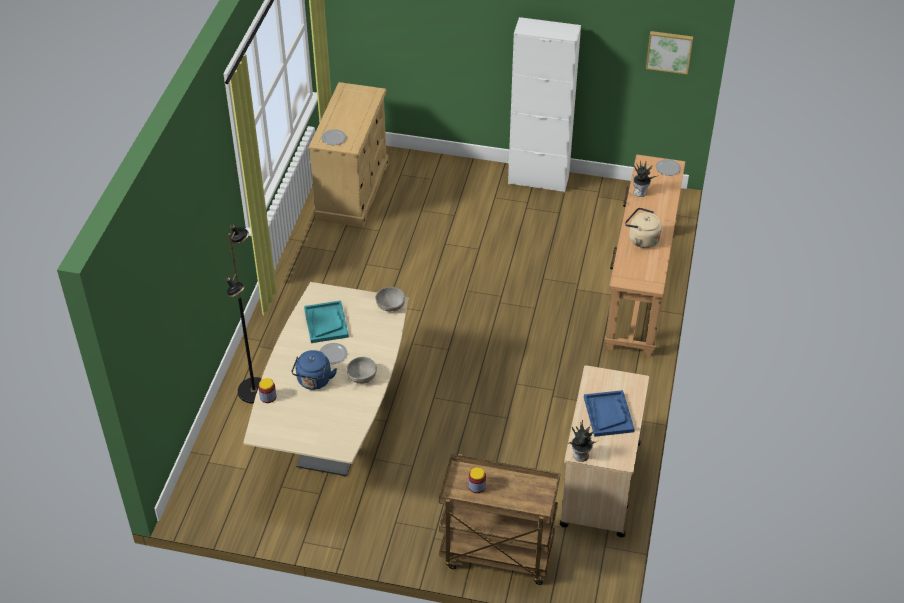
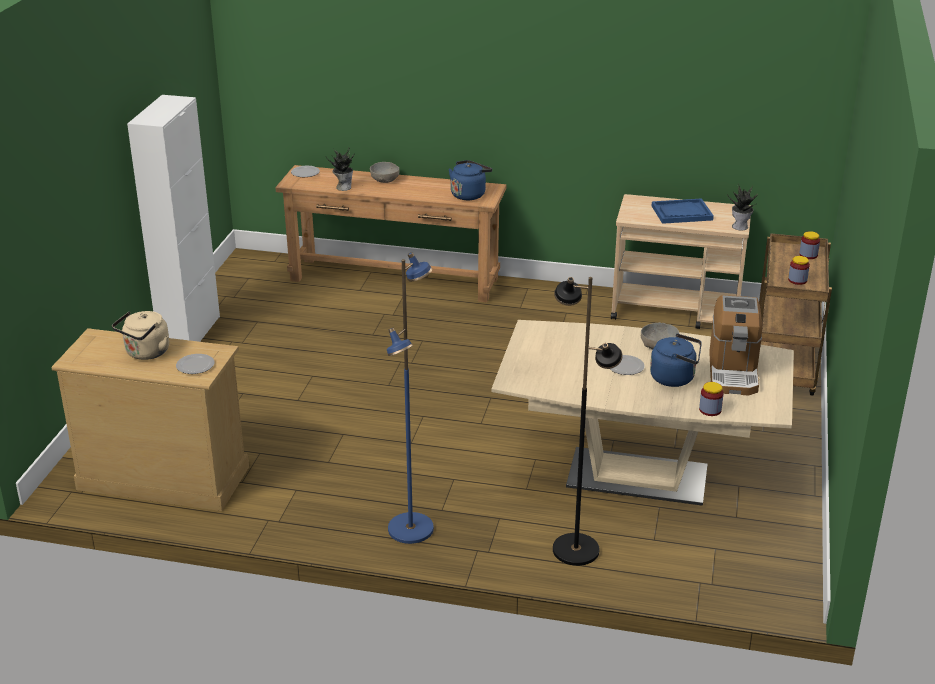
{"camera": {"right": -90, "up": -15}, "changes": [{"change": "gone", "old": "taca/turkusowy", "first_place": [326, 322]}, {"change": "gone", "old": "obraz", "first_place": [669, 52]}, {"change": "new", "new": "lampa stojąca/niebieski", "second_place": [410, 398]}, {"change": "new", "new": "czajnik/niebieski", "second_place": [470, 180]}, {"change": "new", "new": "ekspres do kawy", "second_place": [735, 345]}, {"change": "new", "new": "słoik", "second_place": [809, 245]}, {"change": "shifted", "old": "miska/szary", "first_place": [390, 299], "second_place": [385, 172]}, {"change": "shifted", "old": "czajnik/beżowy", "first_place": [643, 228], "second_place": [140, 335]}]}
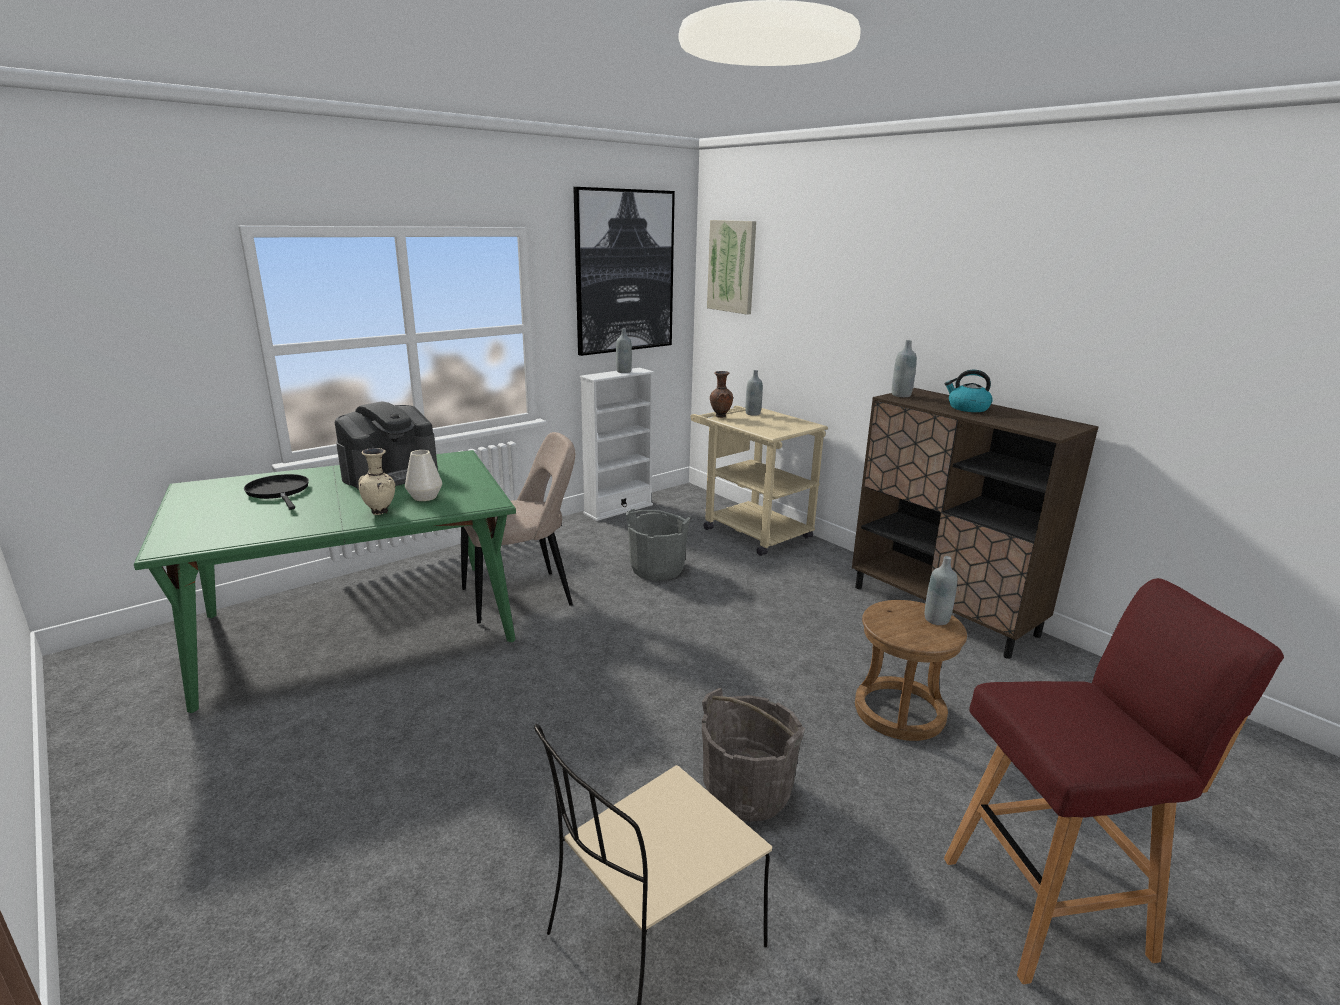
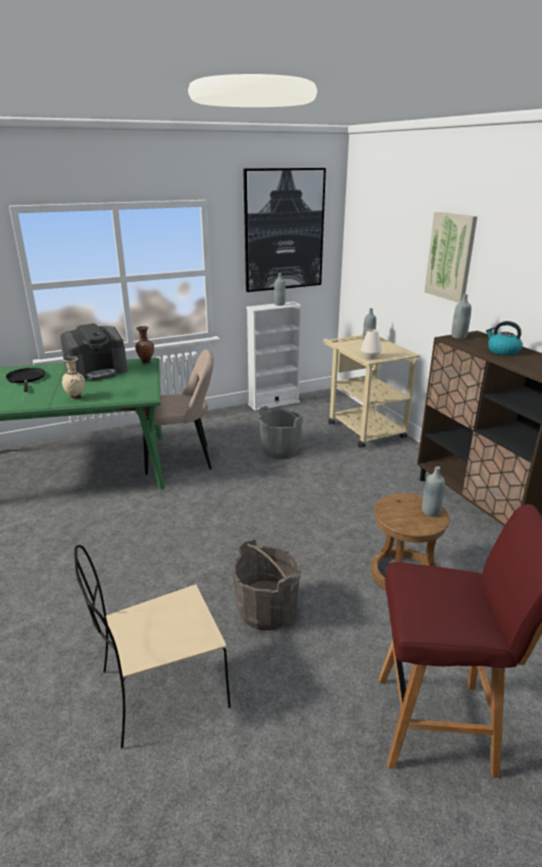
{"camera": {"right": 15, "up": 5}, "changes": [{"change": "shifted", "old": "wazon/biały", "first_place": [423, 475], "second_place": [371, 344]}, {"change": "shifted", "old": "obraz", "first_place": [731, 267], "second_place": [450, 257]}, {"change": "shifted", "old": "wazon/brązowy", "first_place": [721, 394], "second_place": [144, 344]}]}
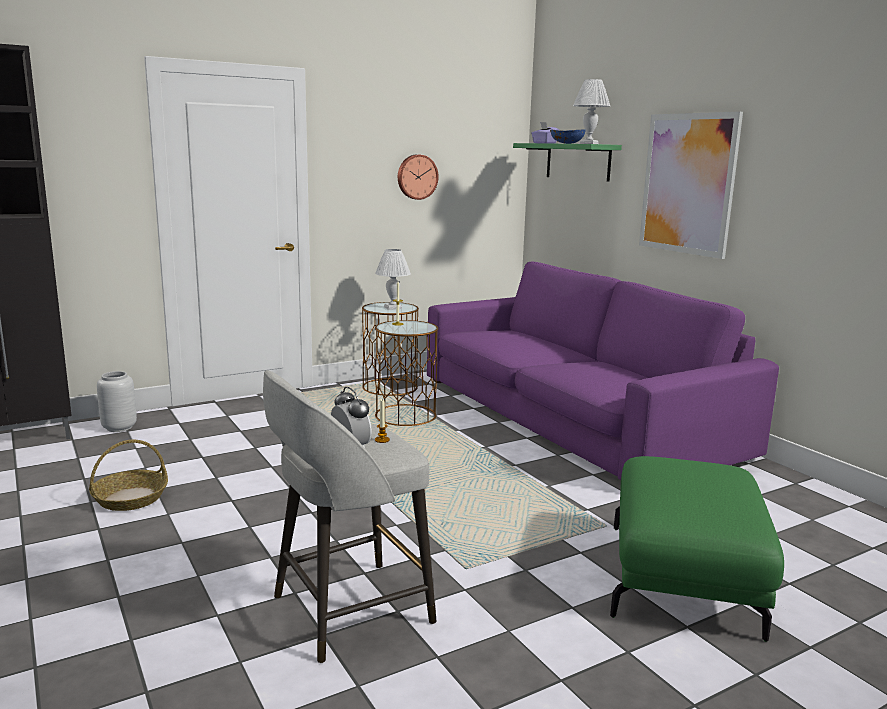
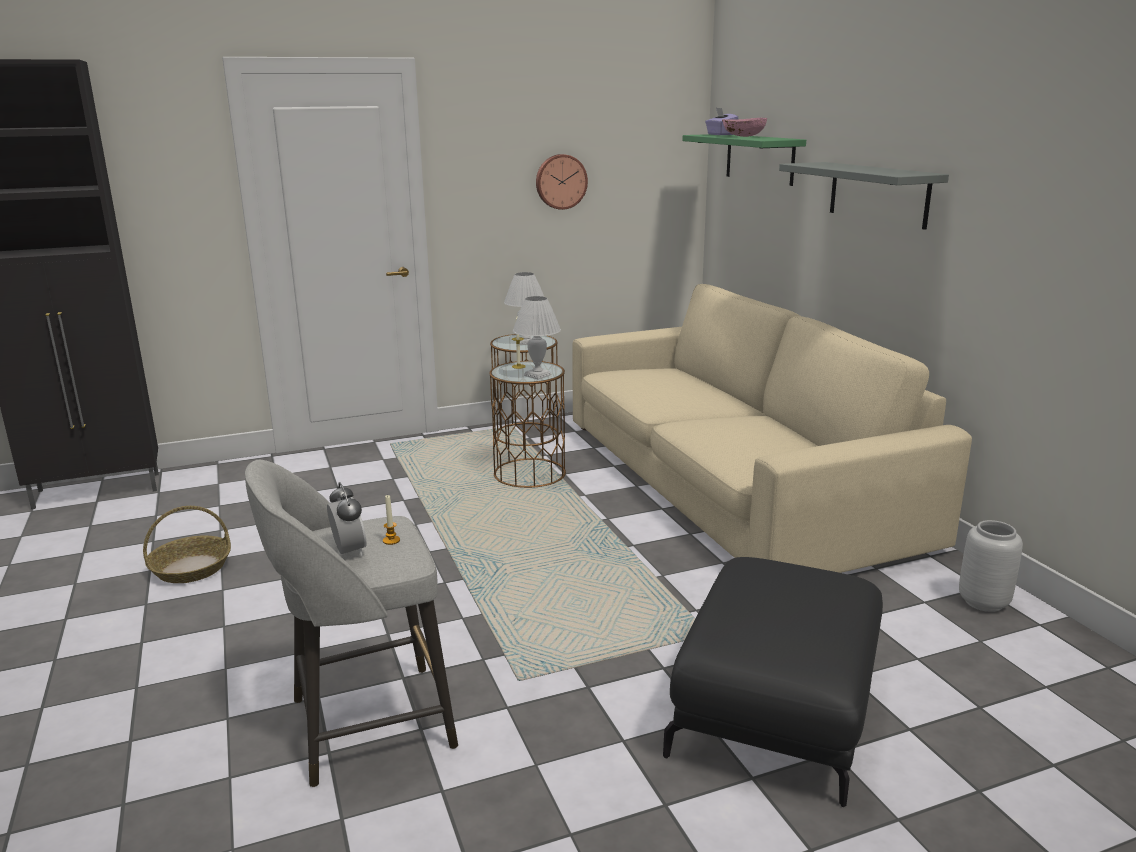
{"camera": {"right": 10, "up": 5}, "changes": [{"change": "shifted", "old": "wazon/szary", "first_place": [117, 401], "second_place": [991, 566]}, {"change": "shifted", "old": "lampa stołowa/biały", "first_place": [591, 111], "second_place": [537, 337]}, {"change": "swapped", "old": "obraz", "new": "półka/szary", "first_place": [691, 185], "second_place": [864, 196]}, {"change": "repainted", "old": "kanapa/fioletowy", "new": "kanapa/beżowy", "first_place": [603, 370], "second_place": [772, 428]}, {"change": "repainted", "old": "miska/niebieski", "new": "miska/różowy", "first_place": [568, 137], "second_place": [744, 127]}, {"change": "repainted", "old": "pufa/zielony", "new": "pufa/czarny", "first_place": [697, 549], "second_place": [773, 682]}]}
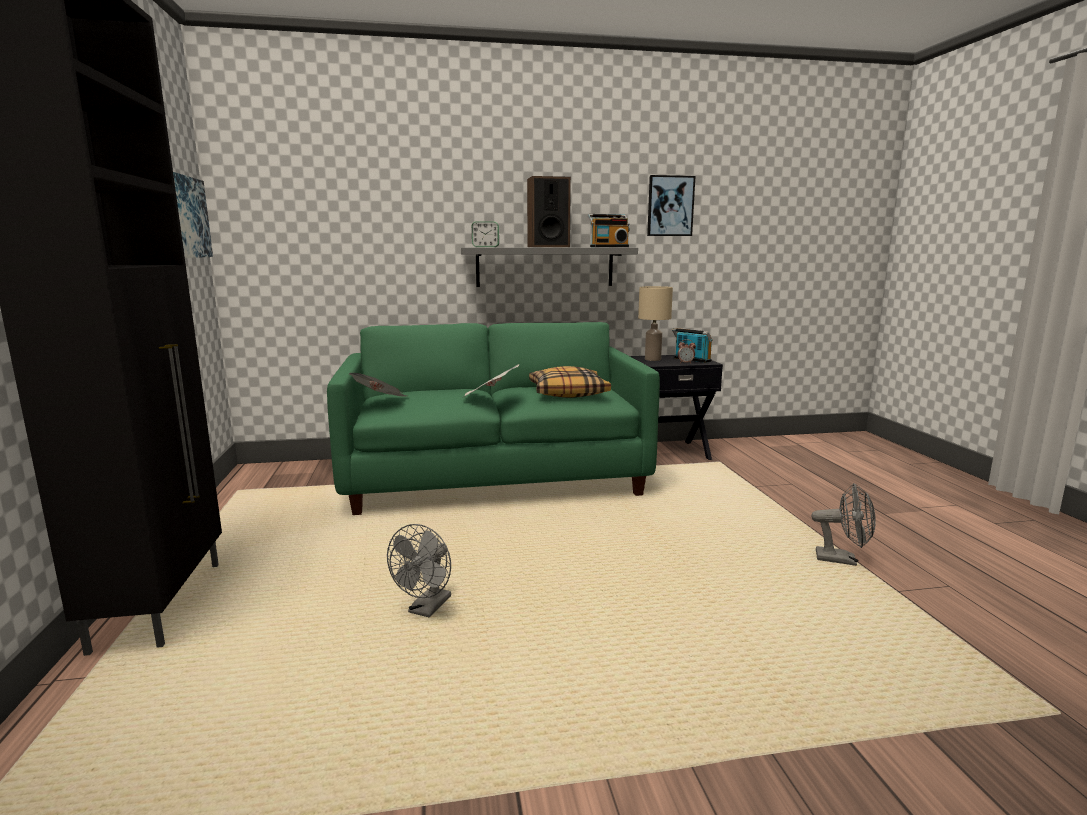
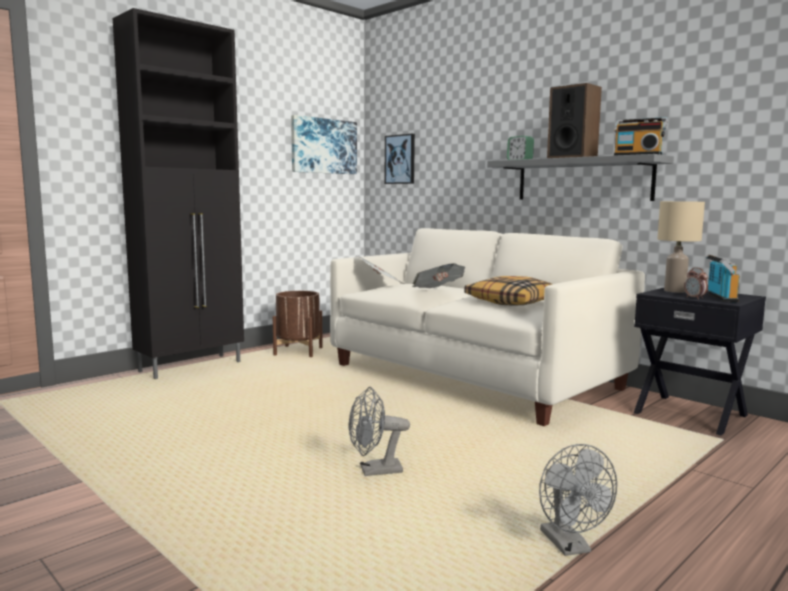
{"camera": {"right": 55, "up": -5}, "changes": [{"change": "new", "new": "donica/brązowy", "second_place": [297, 324]}, {"change": "shifted", "old": "wentylator/szary", "first_place": [419, 571], "second_place": [379, 431]}, {"change": "shifted", "old": "obraz", "first_place": [671, 205], "second_place": [400, 159]}, {"change": "repainted", "old": "kanapa/zielony", "new": "kanapa/biały", "first_place": [493, 418], "second_place": [487, 327]}]}
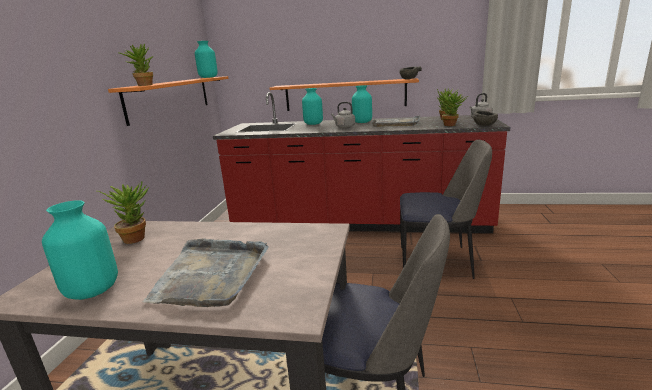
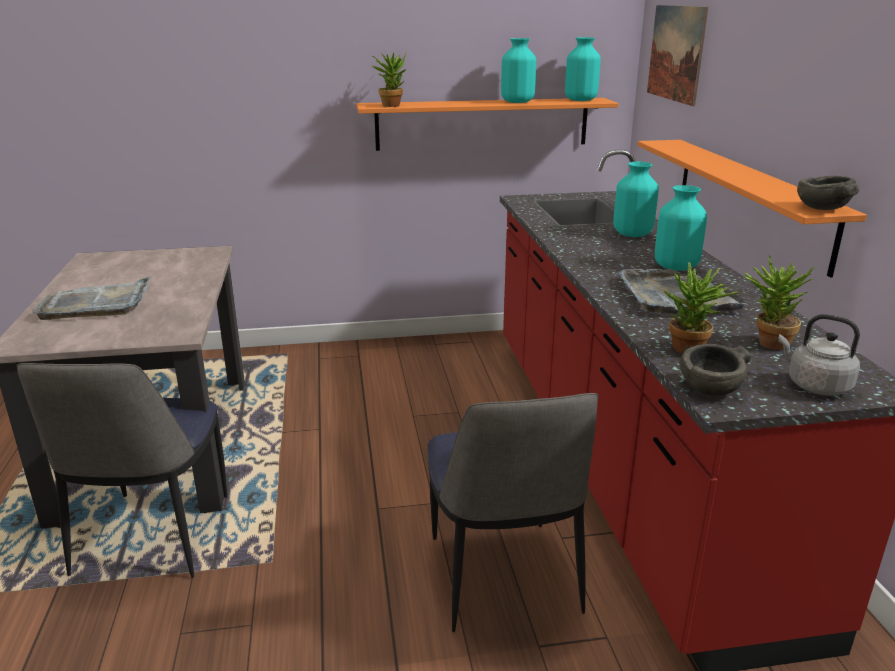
{"camera": {"right": 70, "up": 5}, "changes": [{"change": "gone", "old": "roślina doniczkowa", "first_place": [123, 212]}, {"change": "gone", "old": "czajnik/szary", "first_place": [343, 115]}, {"change": "new", "new": "obraz", "second_place": [677, 55]}, {"change": "shifted", "old": "wazon/turkusowy", "first_place": [80, 250], "second_place": [518, 70]}]}
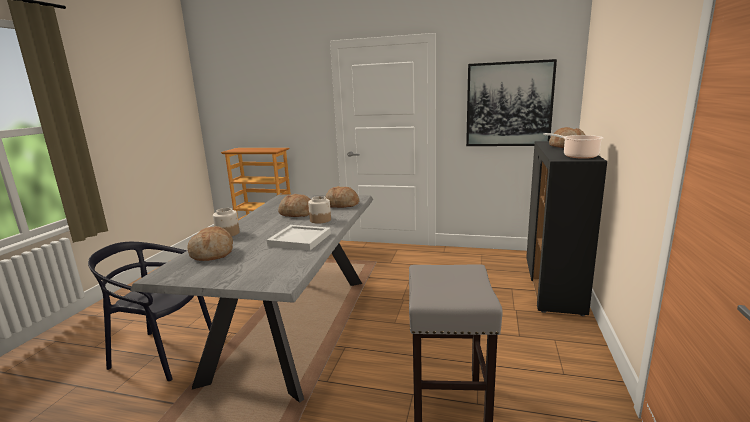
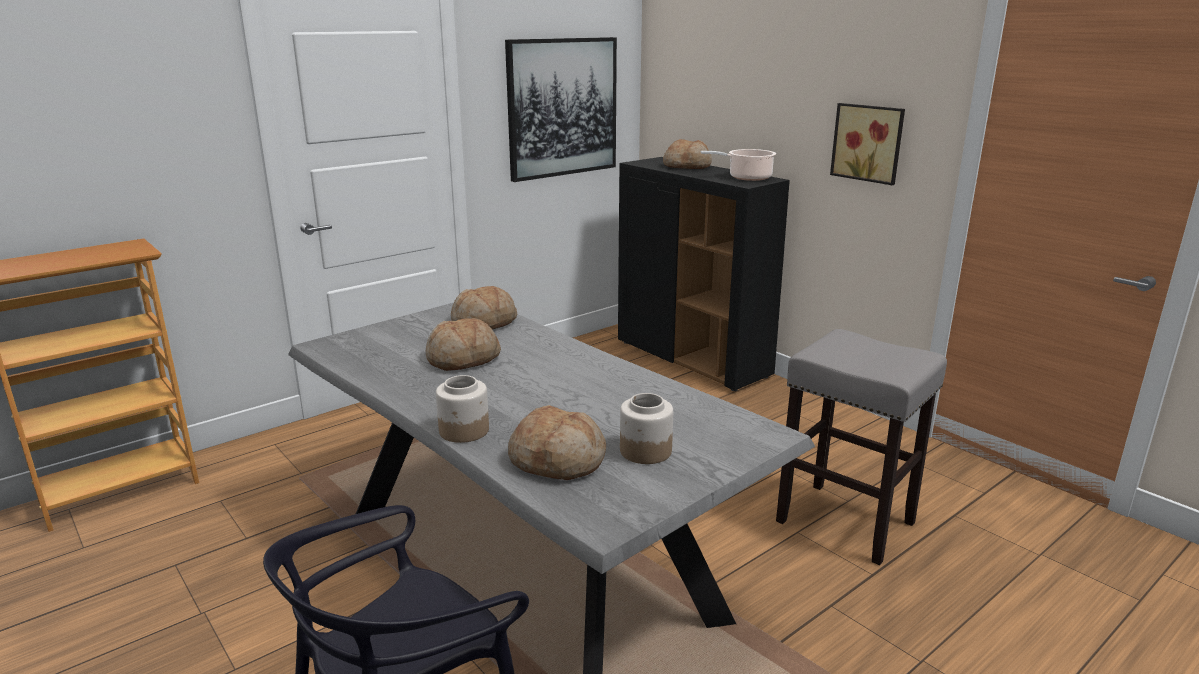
{"camera": {"right": -55, "up": 5}, "changes": [{"change": "gone", "old": "taca/biały", "first_place": [299, 237]}, {"change": "new", "new": "obraz", "second_place": [867, 144]}, {"change": "shifted", "old": "słoik", "first_place": [319, 210], "second_place": [646, 428]}]}
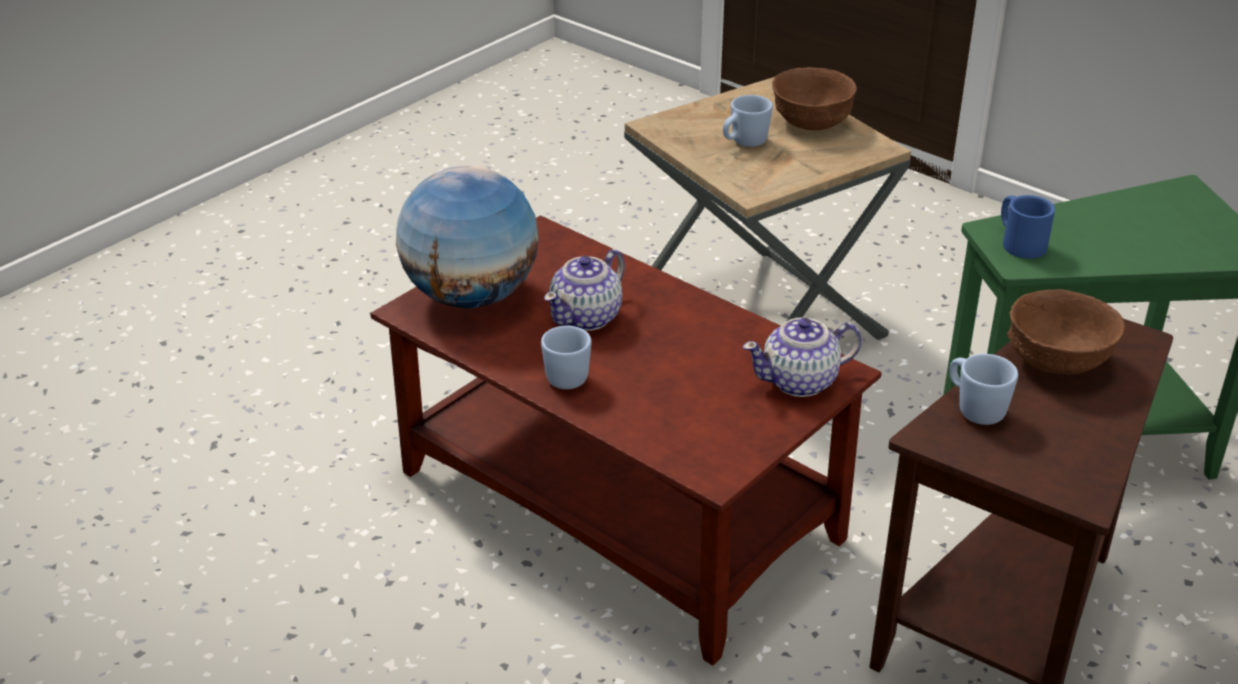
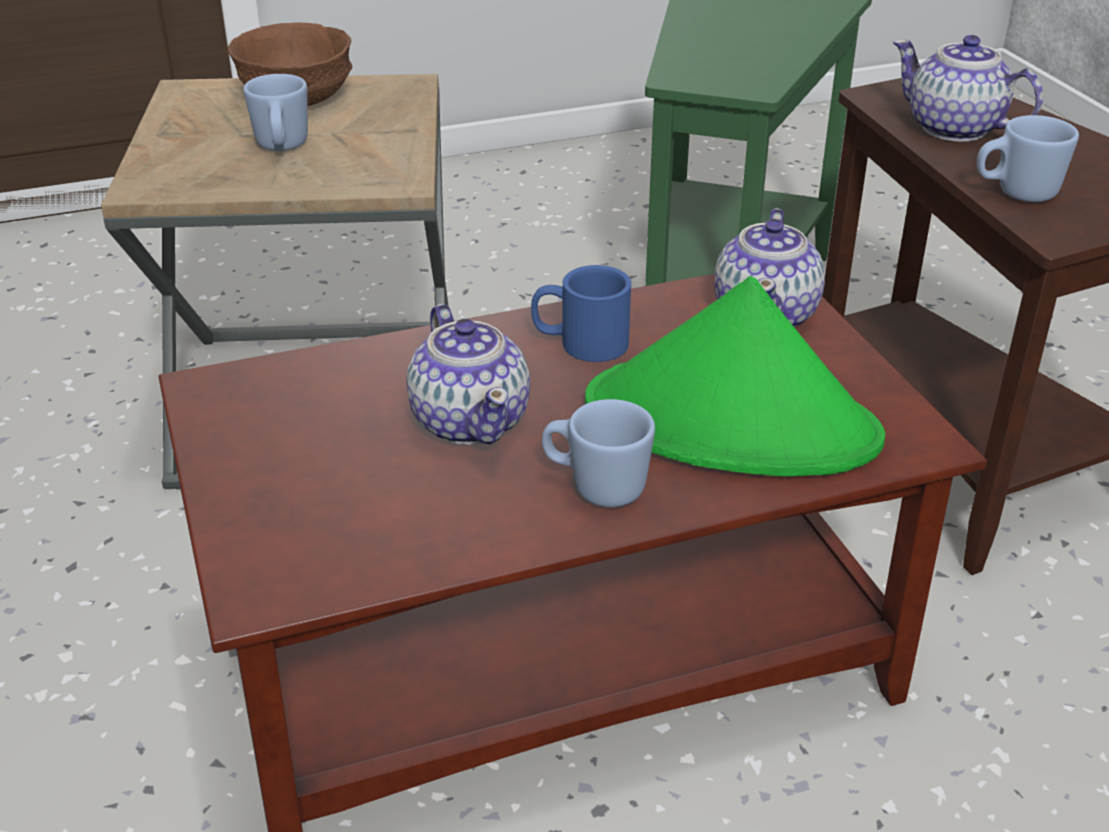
{"camera": {"right": -60, "up": 0}, "changes": [{"change": "gone", "old": "globus", "first_place": [467, 236]}, {"change": "new", "new": "kapelusz/zielony", "second_place": [735, 376]}, {"change": "shifted", "old": "kubek/niebieski", "first_place": [1028, 227], "second_place": [581, 313]}, {"change": "swapped", "old": "miska/brązowy", "new": "imbryk", "first_place": [1066, 331], "second_place": [968, 88]}]}
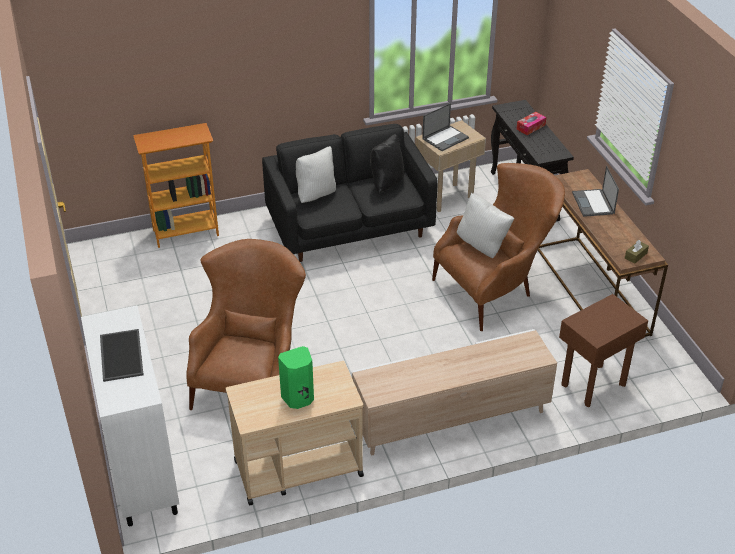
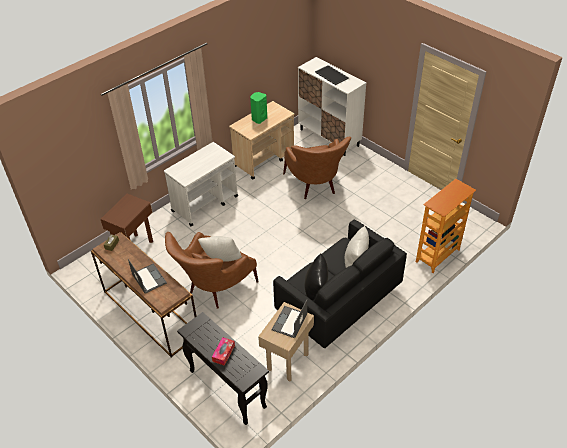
{"camera": {"right": 155, "up": 5}, "changes": [{"change": "swapped", "old": "szafka pod telewizor/beżowy", "new": "wózek/biały", "first_place": [454, 392], "second_place": [201, 184]}]}
